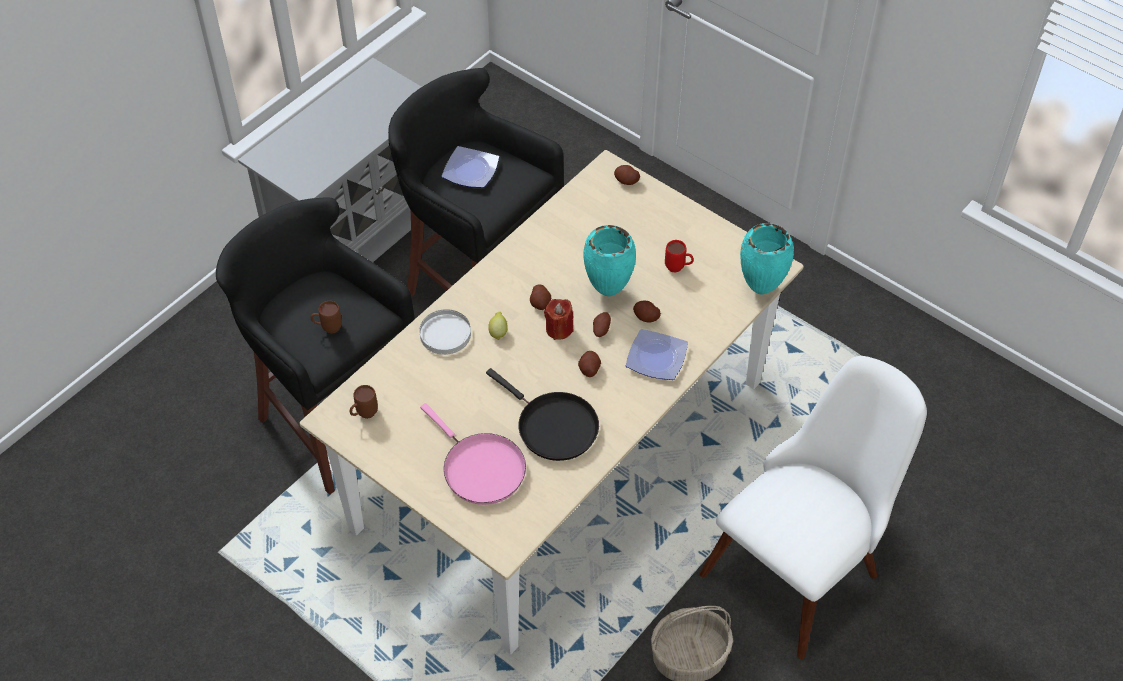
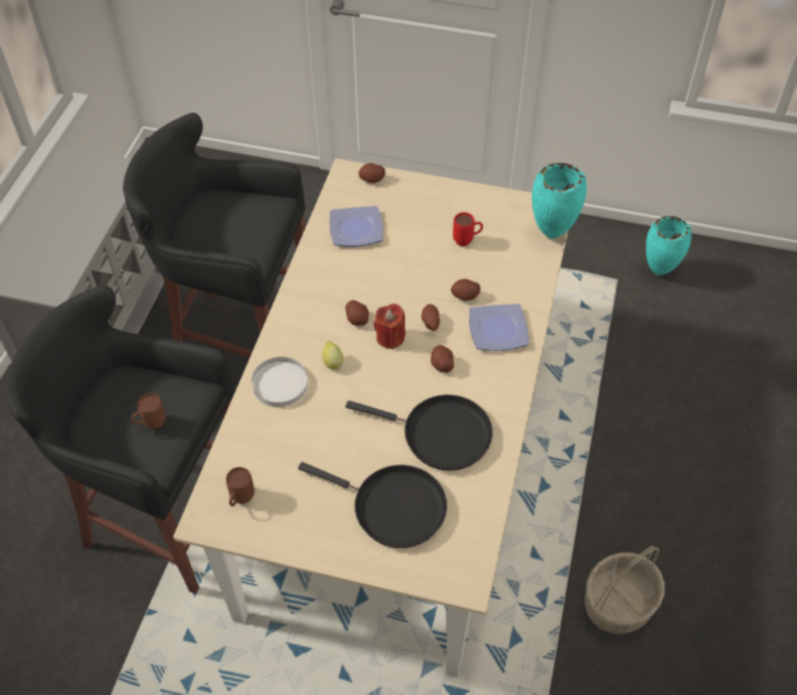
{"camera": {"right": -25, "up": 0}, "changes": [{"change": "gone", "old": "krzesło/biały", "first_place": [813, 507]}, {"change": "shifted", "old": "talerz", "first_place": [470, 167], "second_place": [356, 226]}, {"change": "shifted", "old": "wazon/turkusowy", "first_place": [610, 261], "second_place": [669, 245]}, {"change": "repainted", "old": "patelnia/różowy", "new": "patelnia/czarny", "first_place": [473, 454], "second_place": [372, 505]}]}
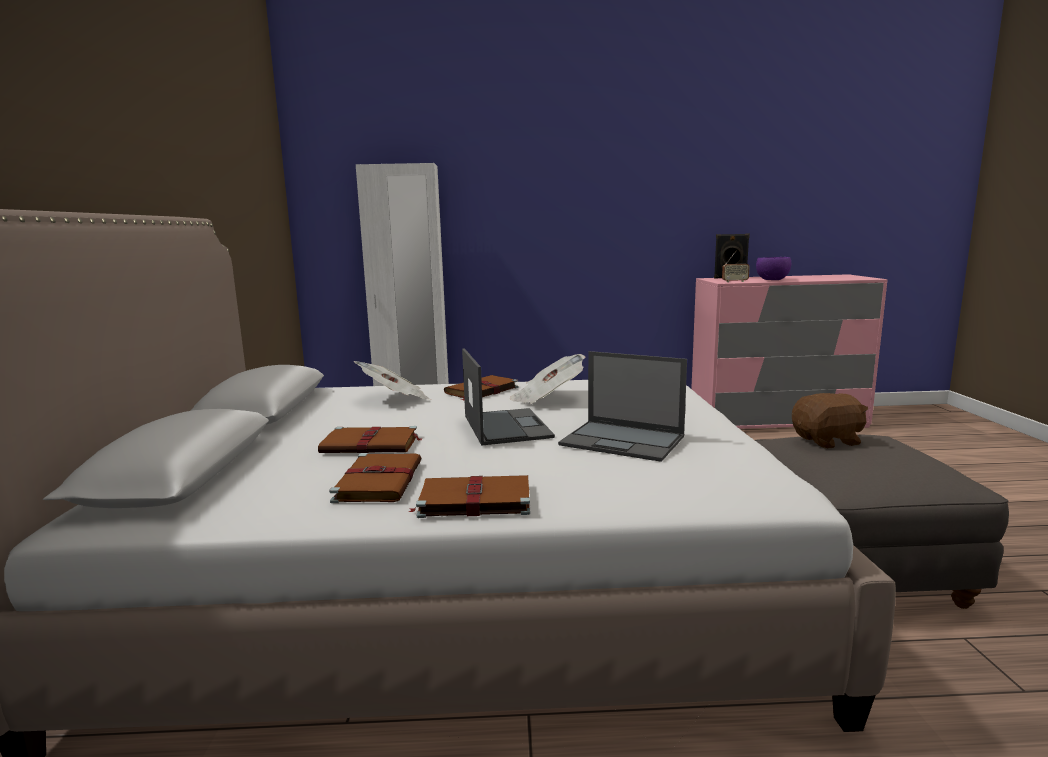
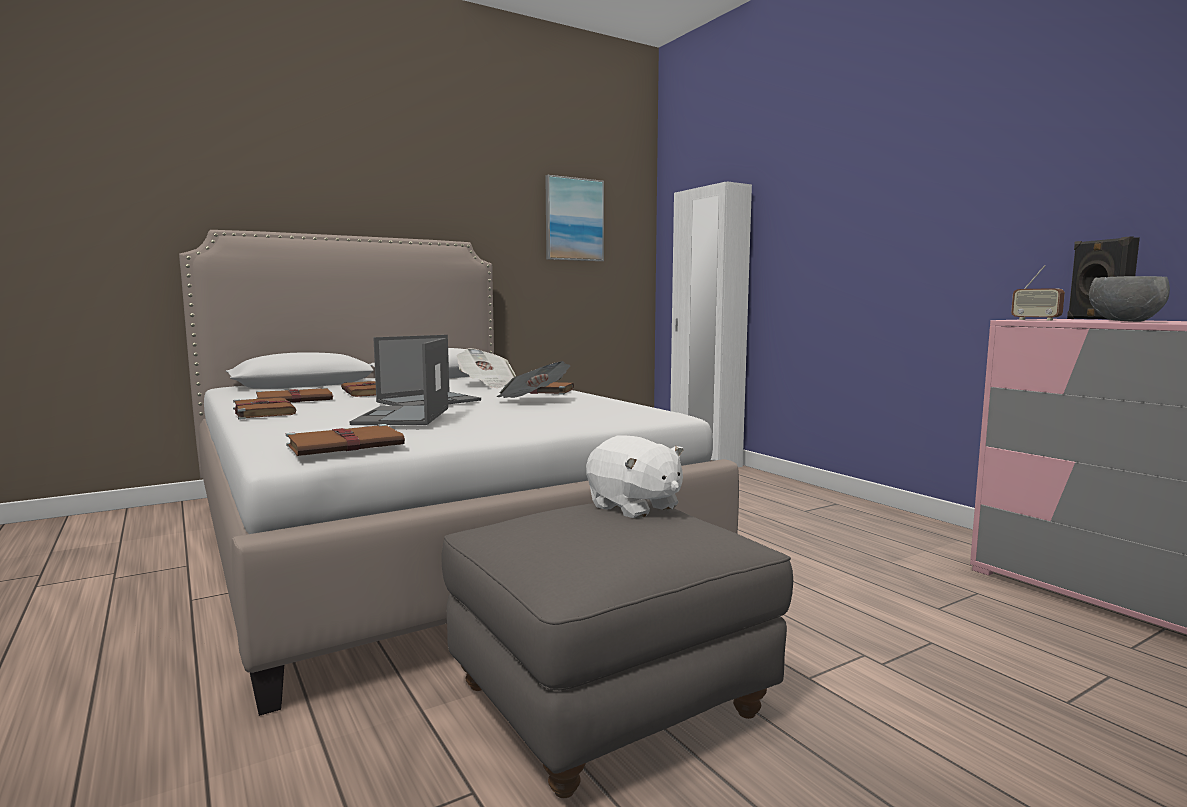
{"camera": {"right": 60, "up": -5}, "changes": [{"change": "new", "new": "książka/brązowy", "second_place": [345, 440]}, {"change": "new", "new": "obraz", "second_place": [574, 218]}, {"change": "repainted", "old": "miska/fioletowy", "new": "miska/szary", "first_place": [773, 268], "second_place": [1129, 299]}, {"change": "repainted", "old": "pluszak/brązowy", "new": "pluszak/biały", "first_place": [830, 421], "second_place": [635, 477]}]}
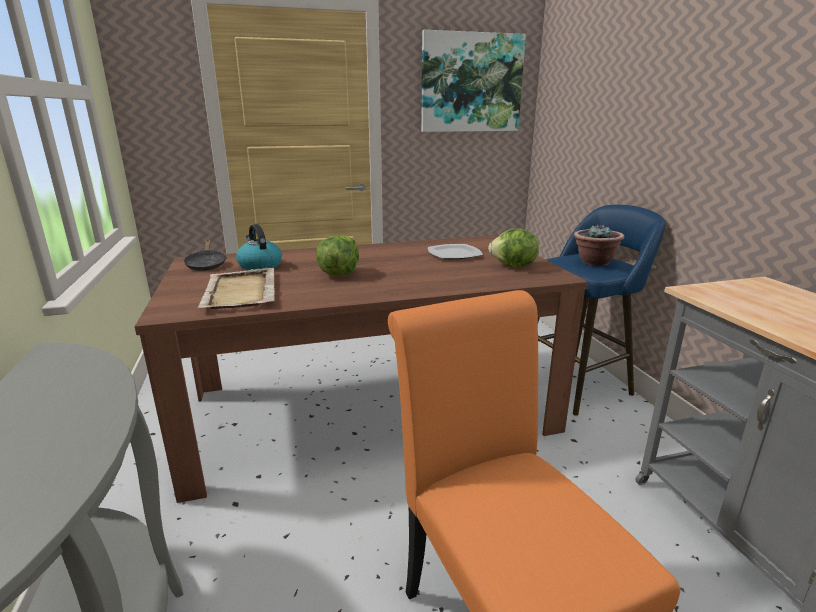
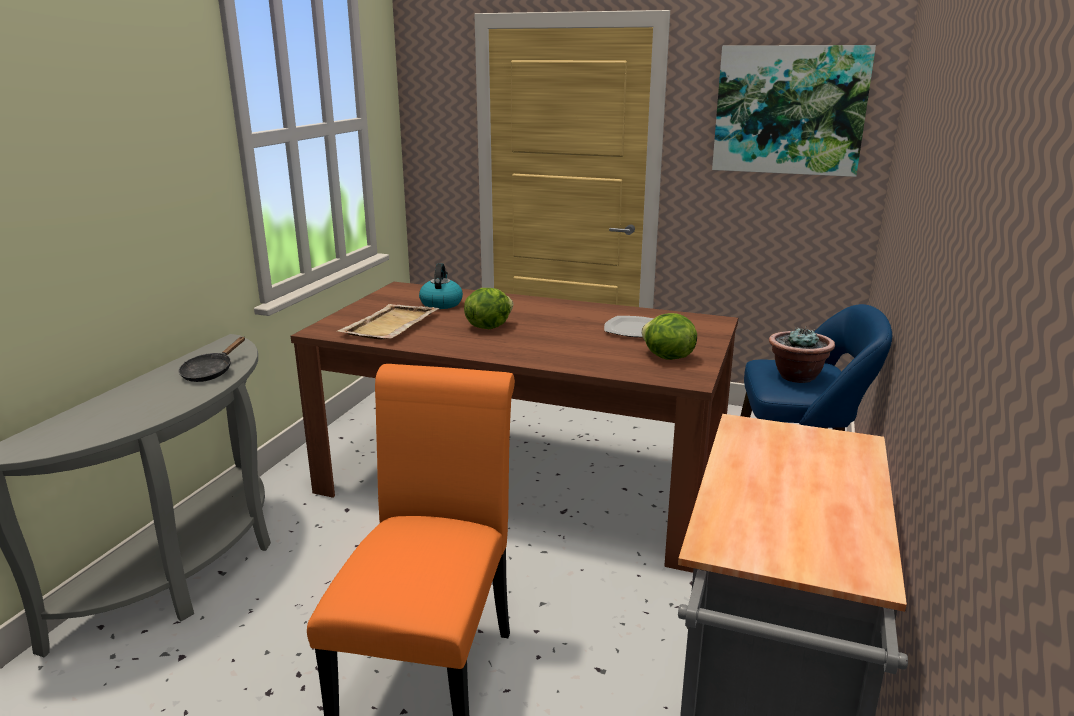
{"camera": {"right": 35, "up": 0}, "changes": [{"change": "shifted", "old": "patelnia/czarny", "first_place": [205, 255], "second_place": [212, 359]}]}
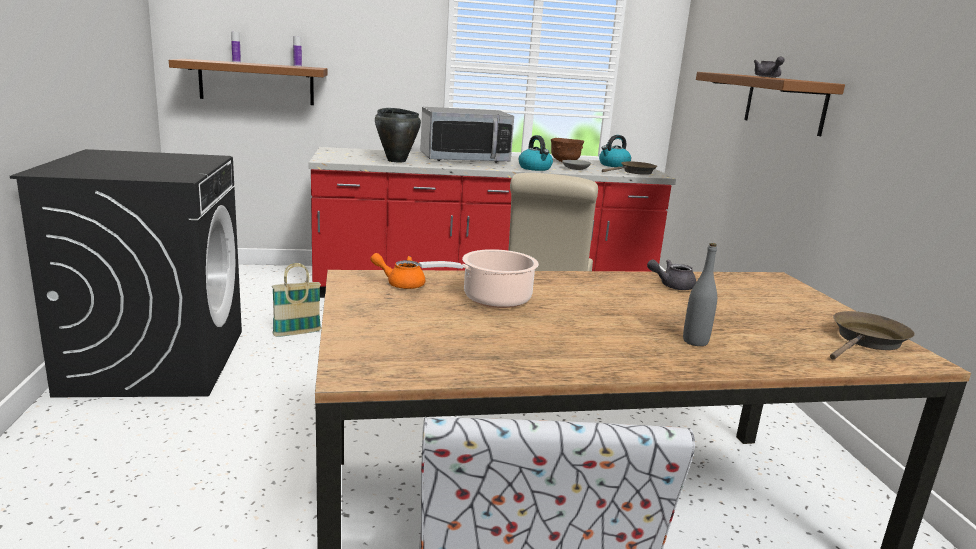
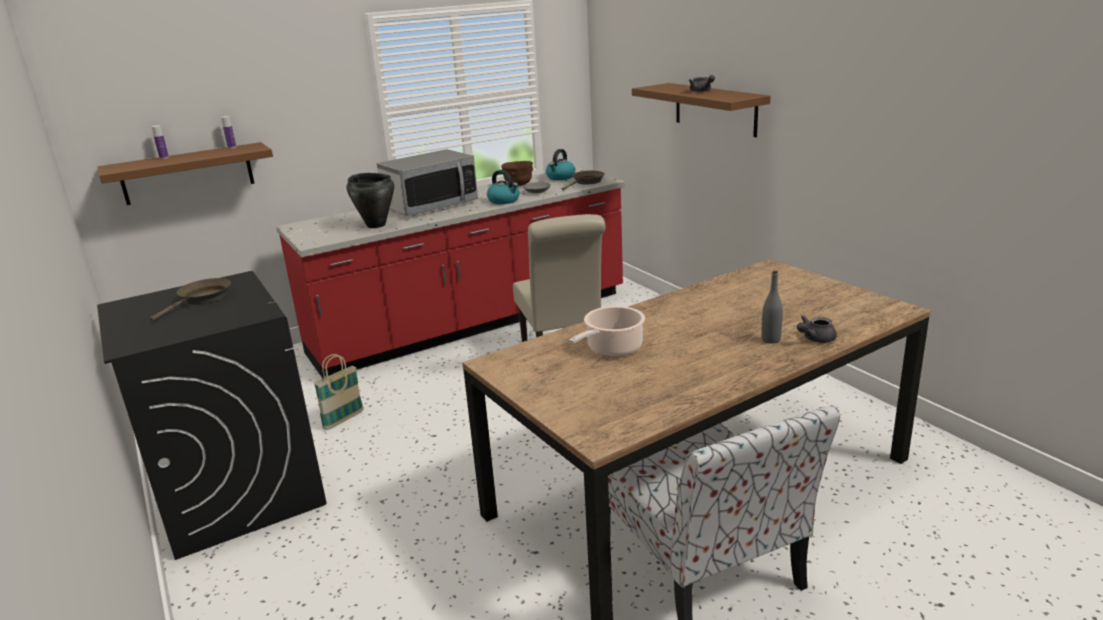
{"camera": {"right": -20, "up": 5}, "changes": [{"change": "gone", "old": "imbryk/pomarańczowy", "first_place": [397, 271]}, {"change": "shifted", "old": "imbryk/szary", "first_place": [672, 275], "second_place": [817, 329]}, {"change": "shifted", "old": "patelnia/brązowy", "first_place": [872, 335], "second_place": [190, 299]}]}
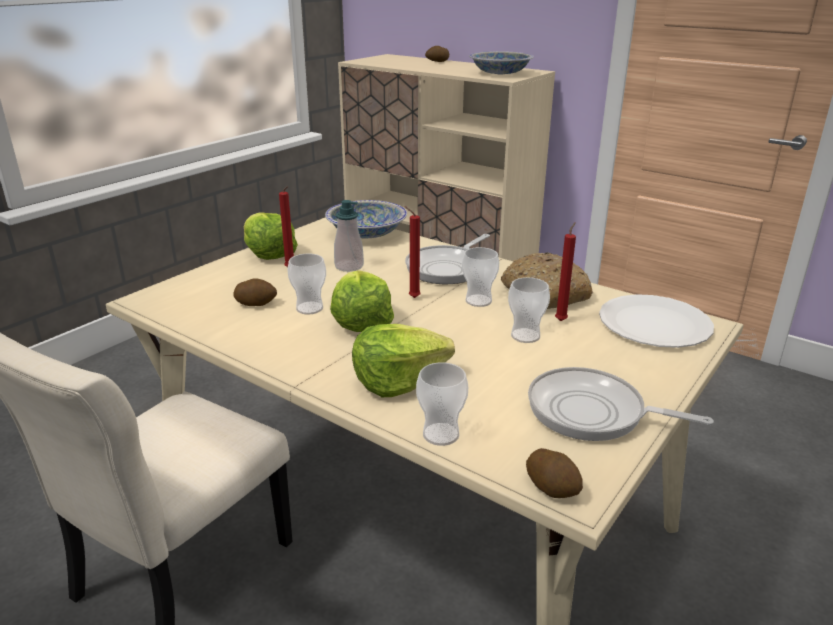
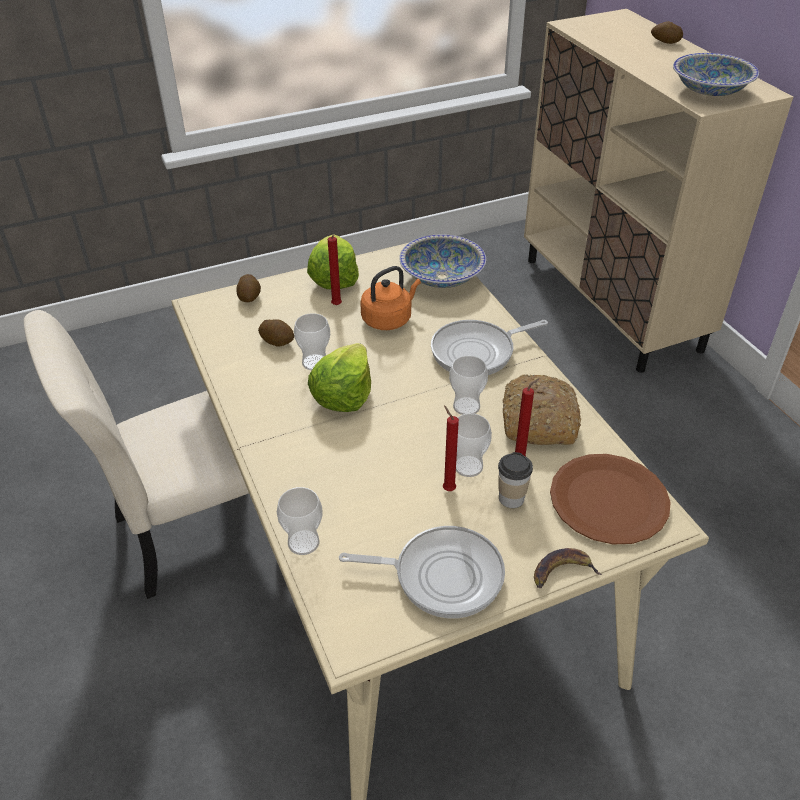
{"camera": {"right": 30, "up": 15}, "changes": [{"change": "gone", "old": "sałata", "first_place": [403, 360]}, {"change": "new", "new": "filiżanka", "second_place": [515, 480]}, {"change": "new", "new": "banan", "second_place": [568, 568]}, {"change": "shifted", "old": "świeca/czerwony", "first_place": [412, 252], "second_place": [451, 448]}, {"change": "shifted", "old": "ziemniak", "first_place": [554, 473], "second_place": [248, 288]}, {"change": "swapped", "old": "dozownik mydła", "new": "czajnik/pomarańczowy", "first_place": [349, 236], "second_place": [390, 298]}, {"change": "repainted", "old": "talerz/biały", "new": "talerz/brązowy", "first_place": [656, 321], "second_place": [610, 499]}, {"change": "rotated", "old": "patelnia", "first_place": [621, 404], "second_place": [422, 572], "degrees": 135}]}
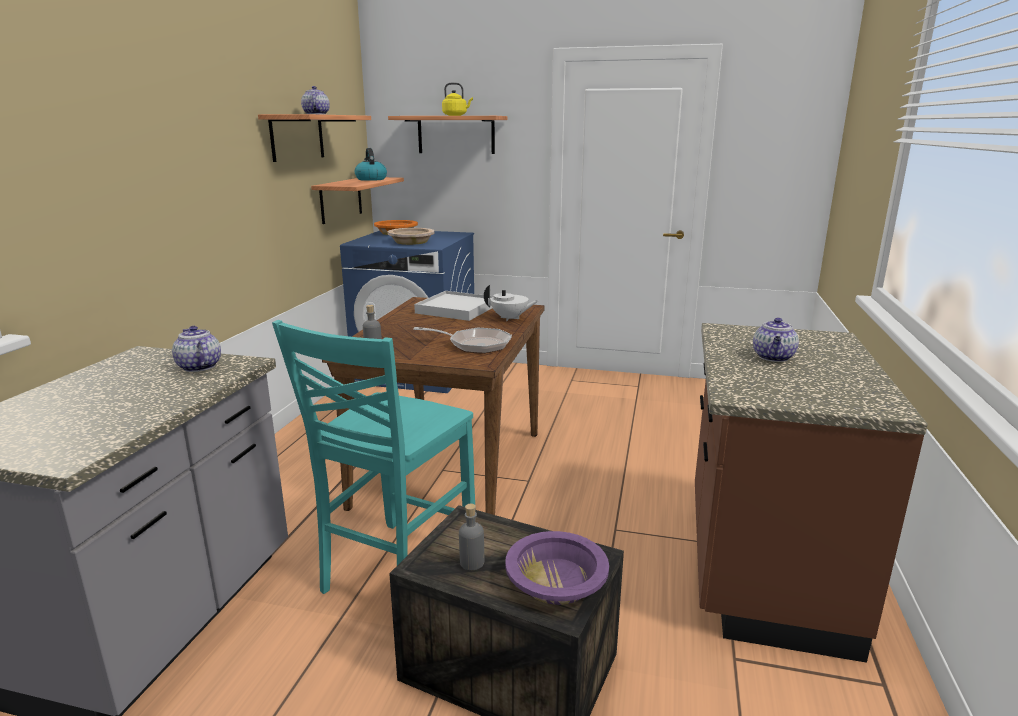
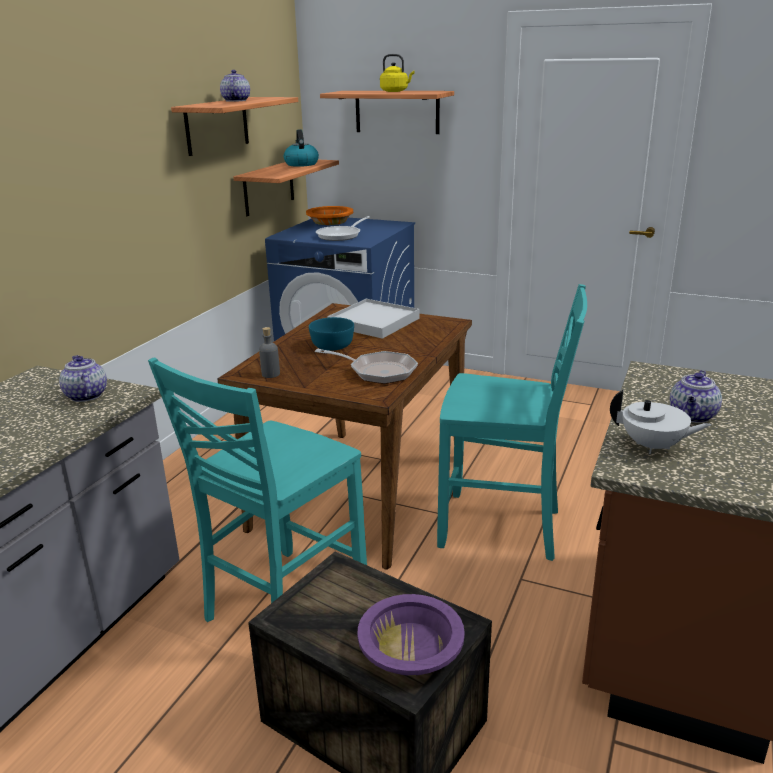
{"camera": {"right": 10, "up": 5}, "changes": [{"change": "gone", "old": "butelka/szary", "first_place": [471, 537]}, {"change": "new", "new": "miska/turkusowy", "second_place": [331, 334]}, {"change": "new", "new": "krzesło/turkusowy", "second_place": [512, 422]}, {"change": "shifted", "old": "imbryk/biały", "first_place": [511, 303], "second_place": [660, 422]}, {"change": "swapped", "old": "miska/beżowy", "new": "patelnia", "first_place": [411, 236], "second_place": [343, 228]}]}
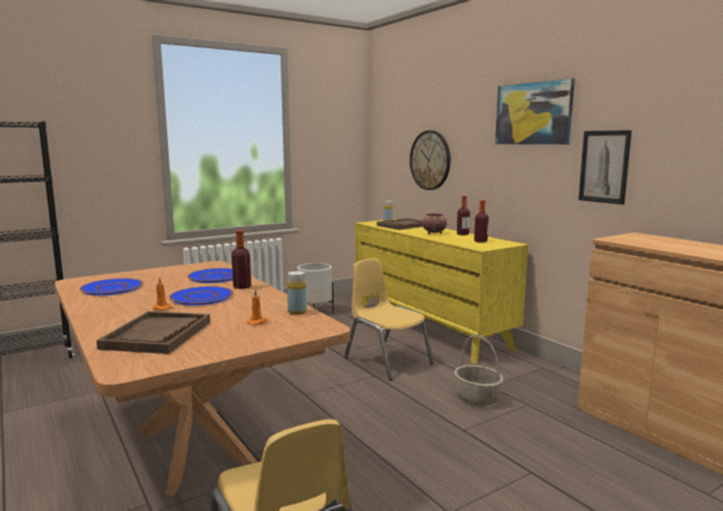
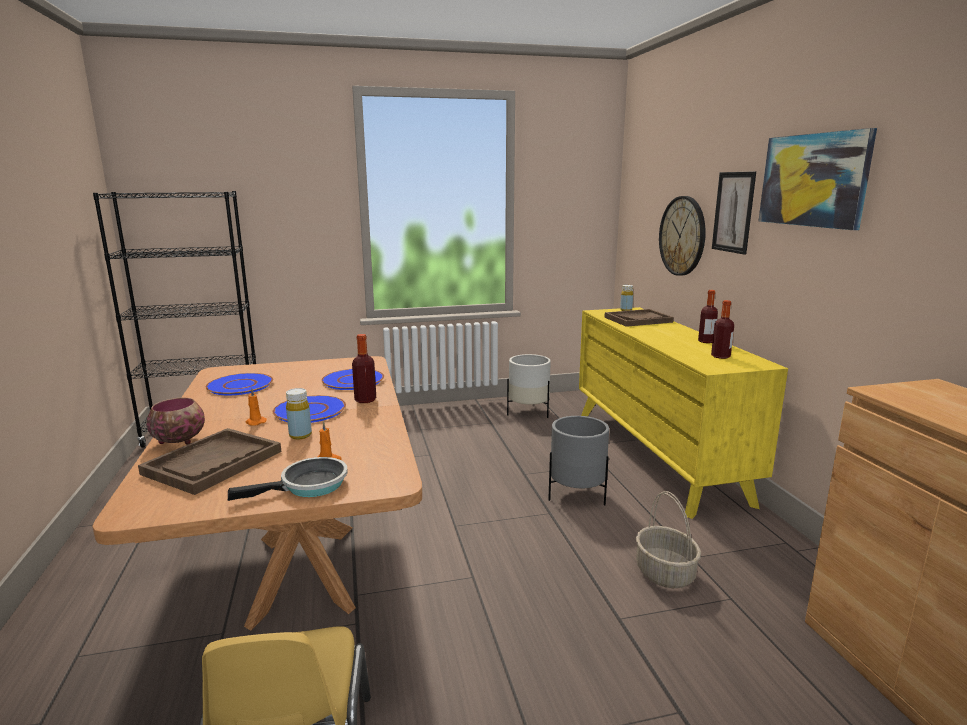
{"camera": {"right": 20, "up": 5}, "changes": [{"change": "new", "new": "patelnia", "second_place": [288, 479]}, {"change": "shifted", "old": "butelka/żółty", "first_place": [297, 293], "second_place": [299, 414]}, {"change": "shifted", "old": "miska", "first_place": [434, 223], "second_place": [175, 421]}, {"change": "shifted", "old": "obraz", "first_place": [605, 167], "second_place": [734, 213]}, {"change": "swapped", "old": "krzesło/żółty", "new": "donica/szary", "first_place": [389, 319], "second_place": [578, 460]}]}
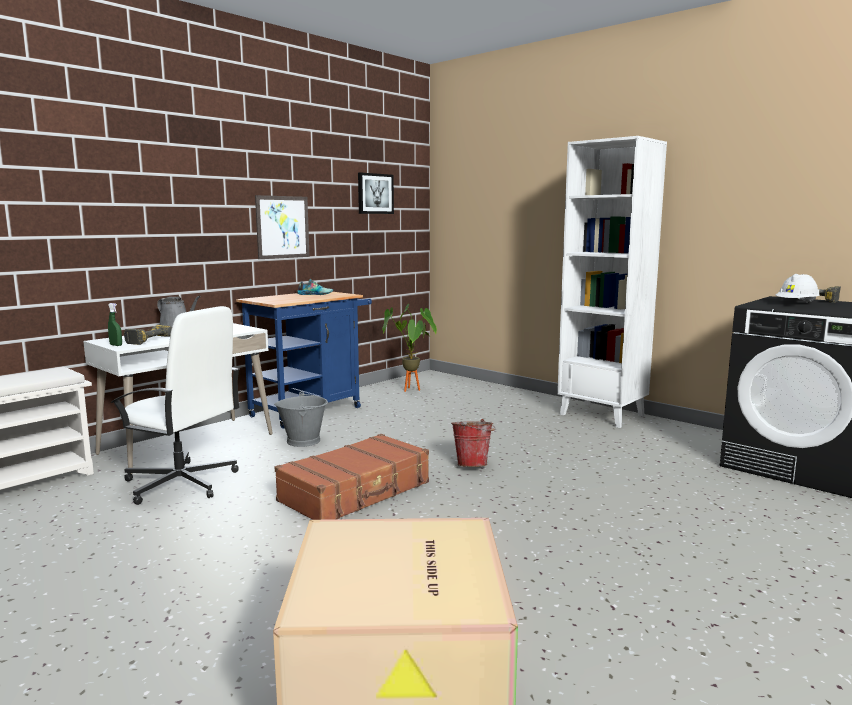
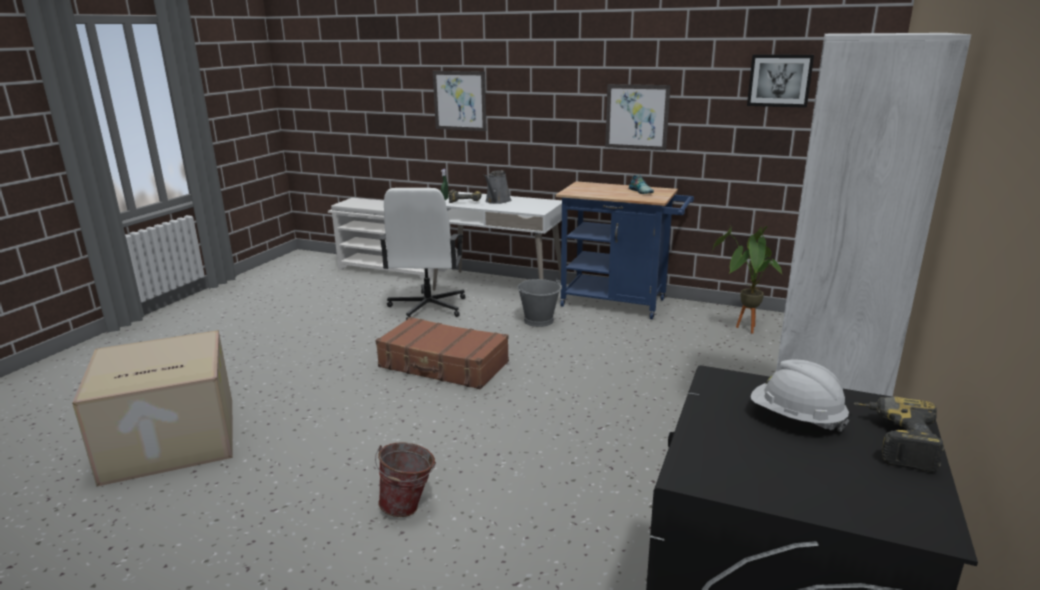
{"camera": {"right": 70, "up": 10}, "changes": [{"change": "new", "new": "obraz", "second_place": [460, 101]}, {"change": "shifted", "old": "wiadro", "first_place": [473, 443], "second_place": [405, 479]}]}
